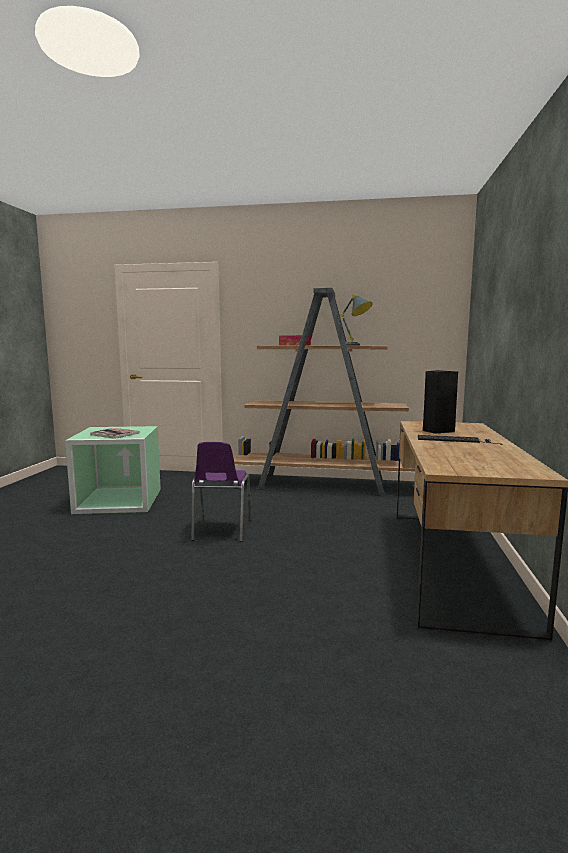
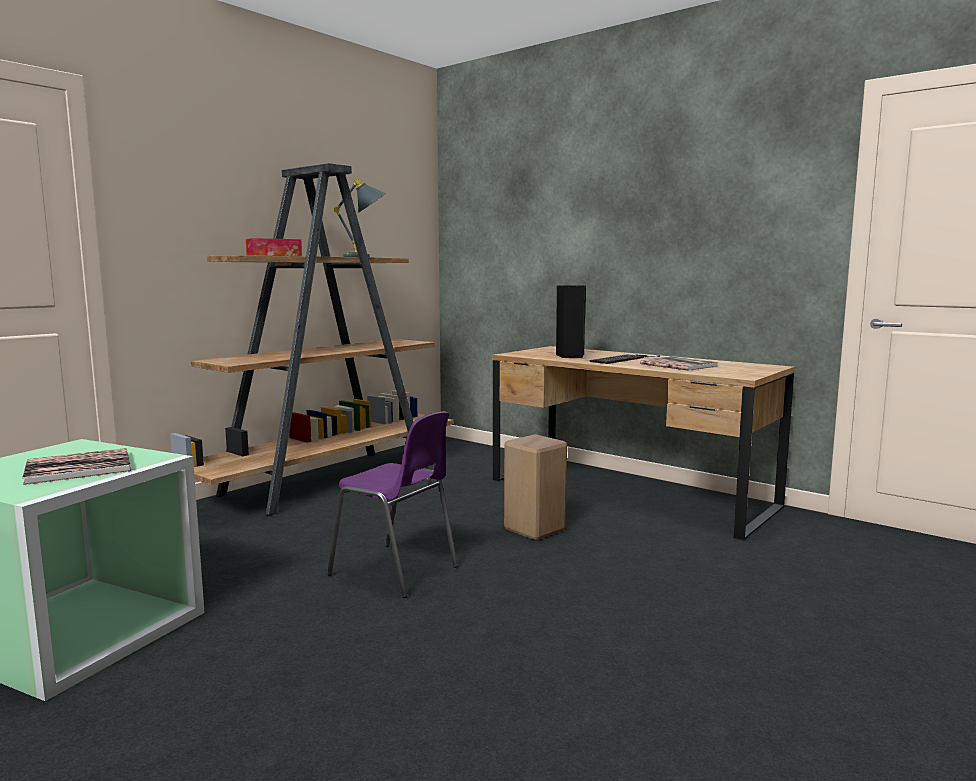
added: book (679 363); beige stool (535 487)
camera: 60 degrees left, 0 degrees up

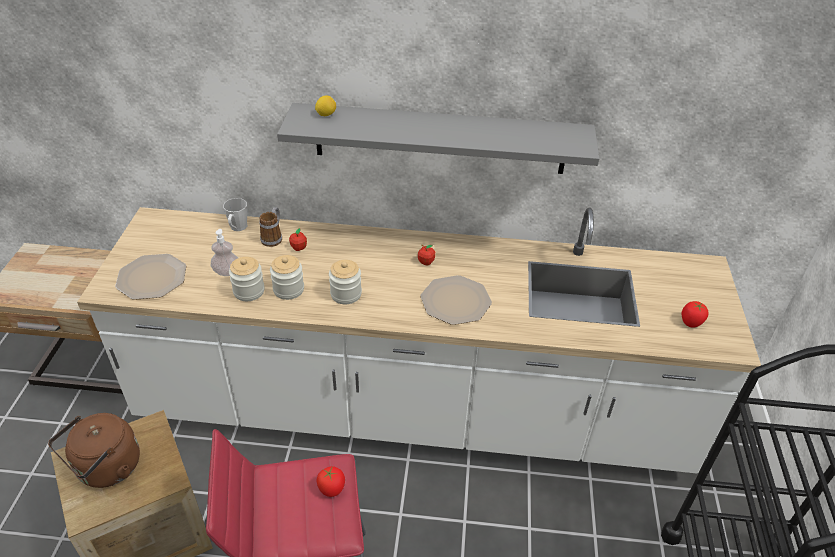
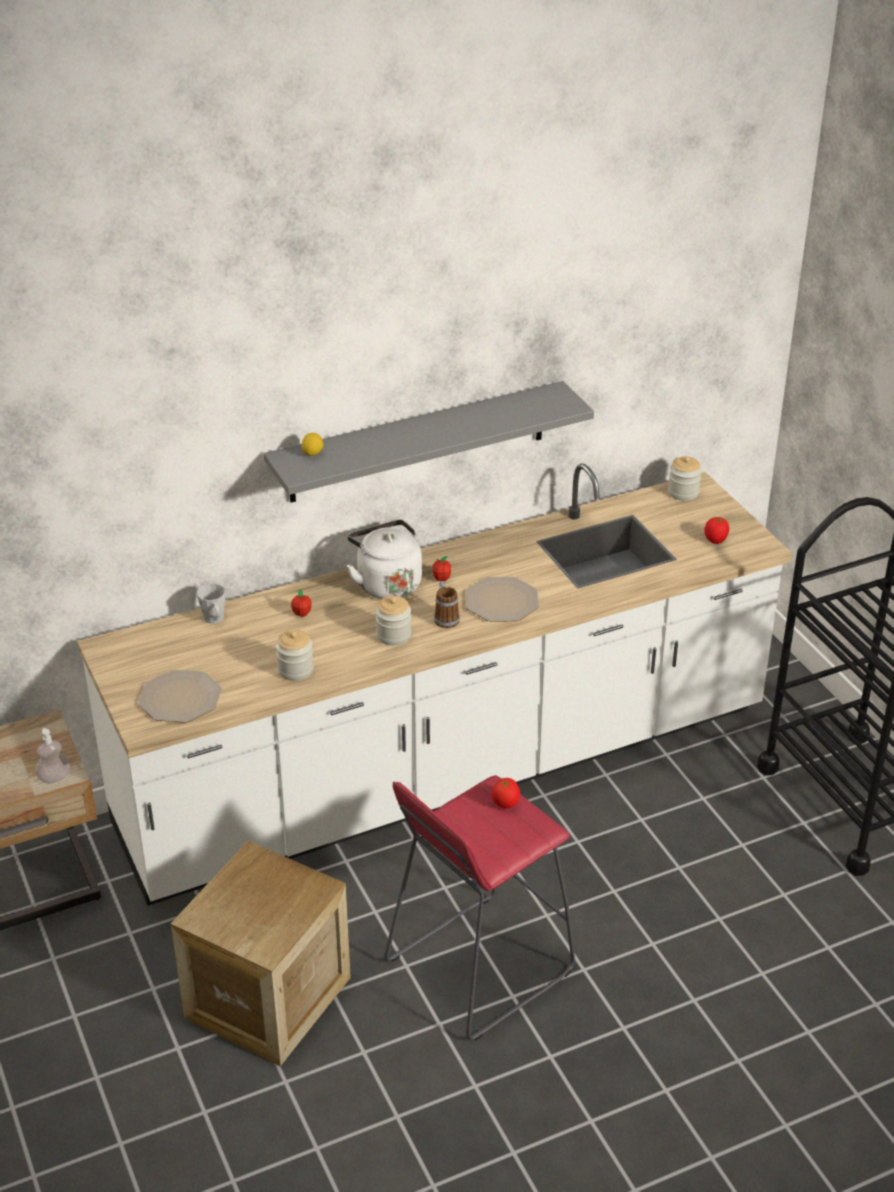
removed: brown kettle (94 450)
added: white kettle (384 559)
moved: mug (270 227) to (447 604); soap dispenser (224 252) to (52 755); jar (287 277) to (685 478)
camera: 30 degrees left, 5 degrees down

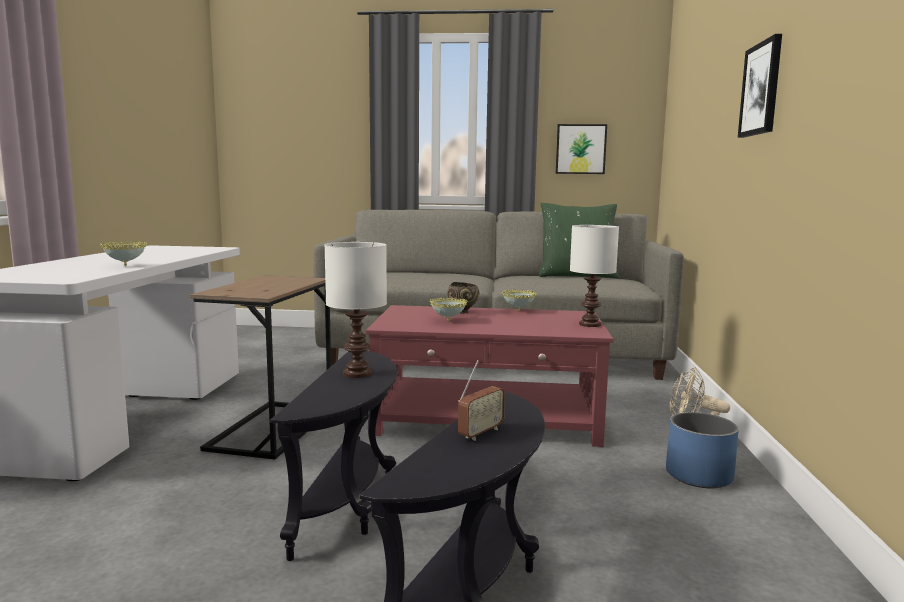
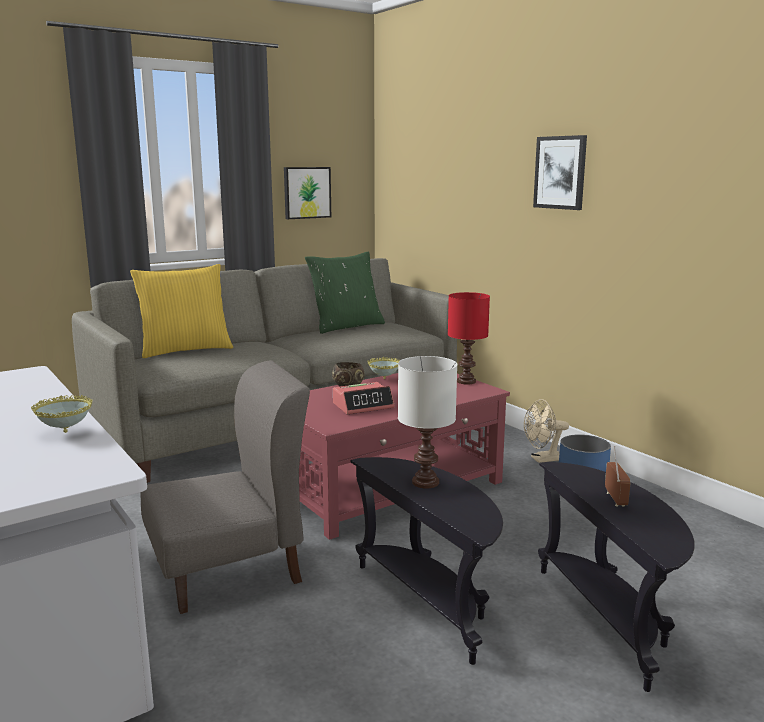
added: yellow pillow (181 311)
replaced: brown side table (260 367) to grey chair (225 487); bowl (448 309) to alarm clock (364 398)
recoloured: white table lamp (594 276) to red table lamp (469 338)
camera: 40 degrees left, 5 degrees up

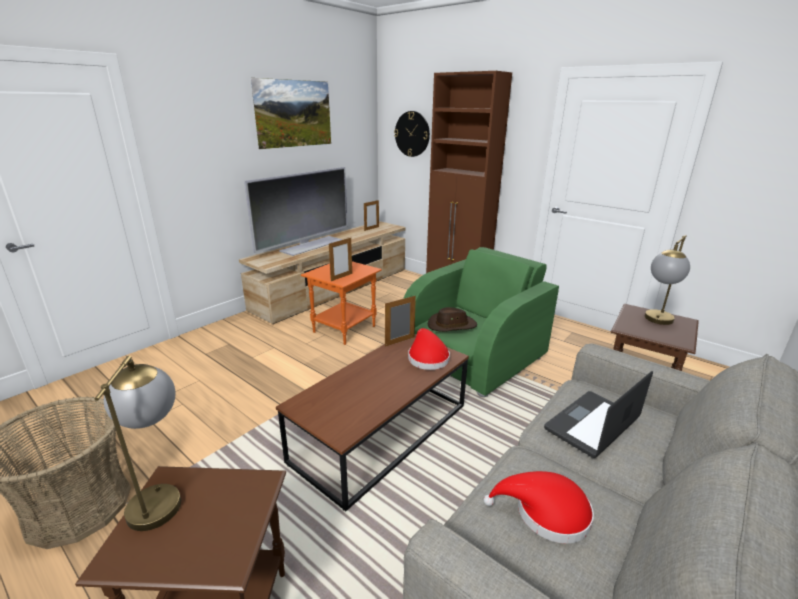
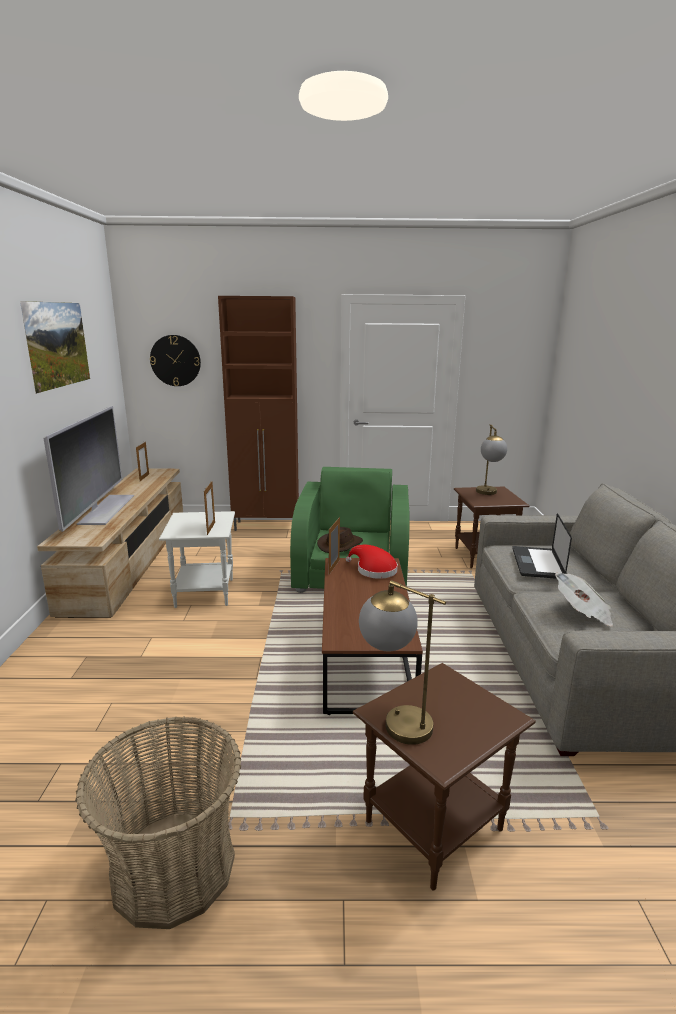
replaced: red hat (539 507) to newspaper (584 599)
recoloured: orange side table (341 303) to white side table (197 559)
camera: 40 degrees left, 5 degrees down

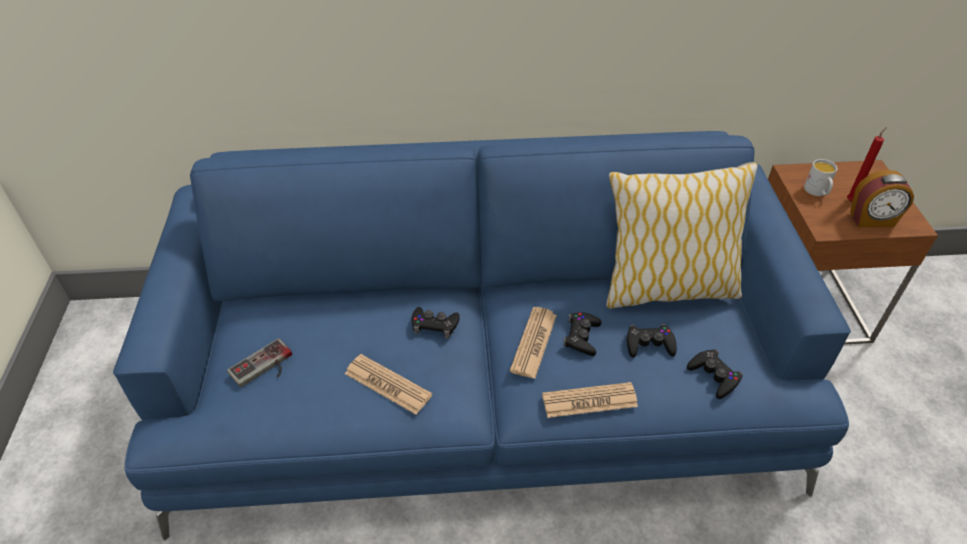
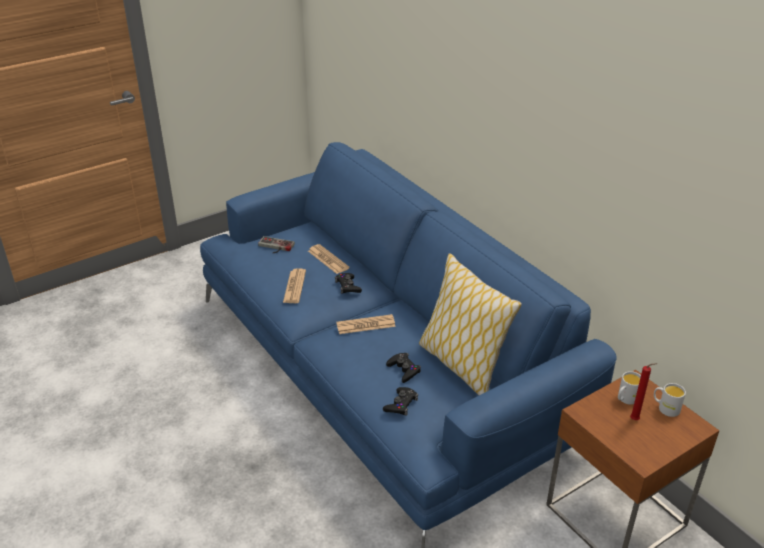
removed: alarm clock (882 199); black game controller (582 334)
added: white mug (670 400)
moved: newspaper (590 400) to (329 259)
camera: 60 degrees right, 10 degrees down

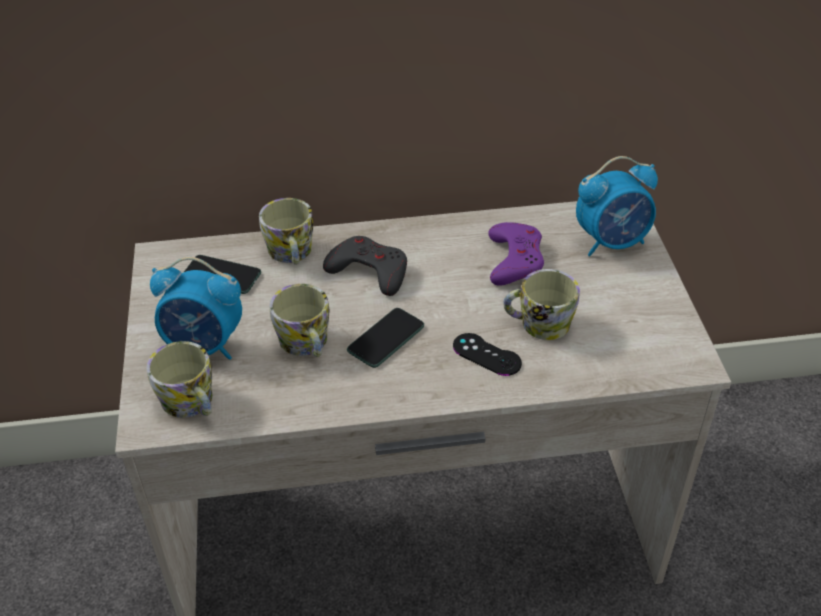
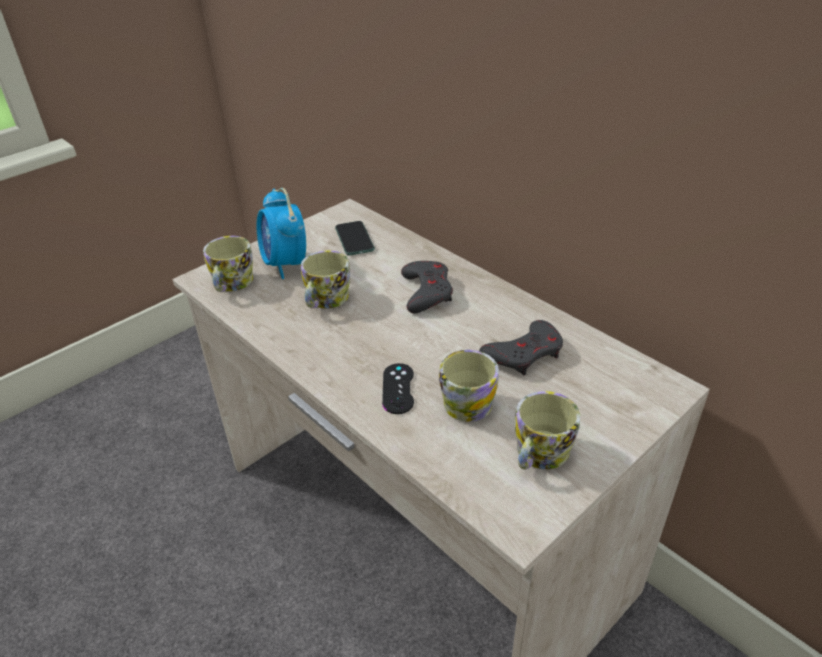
removed: alarm clock (617 206); phone (385 338)
moved: mug (286 231) to (547 430)
recoloured: purple game controller (516 254) to grey game controller (521 347)
camera: 55 degrees right, 5 degrees down

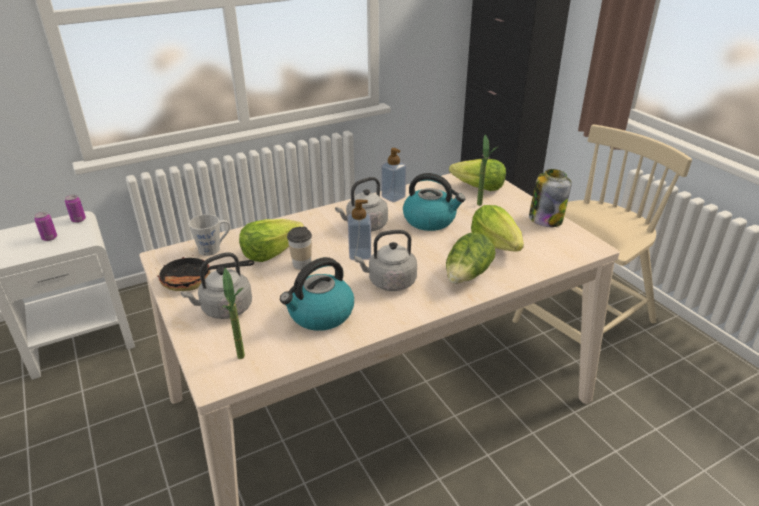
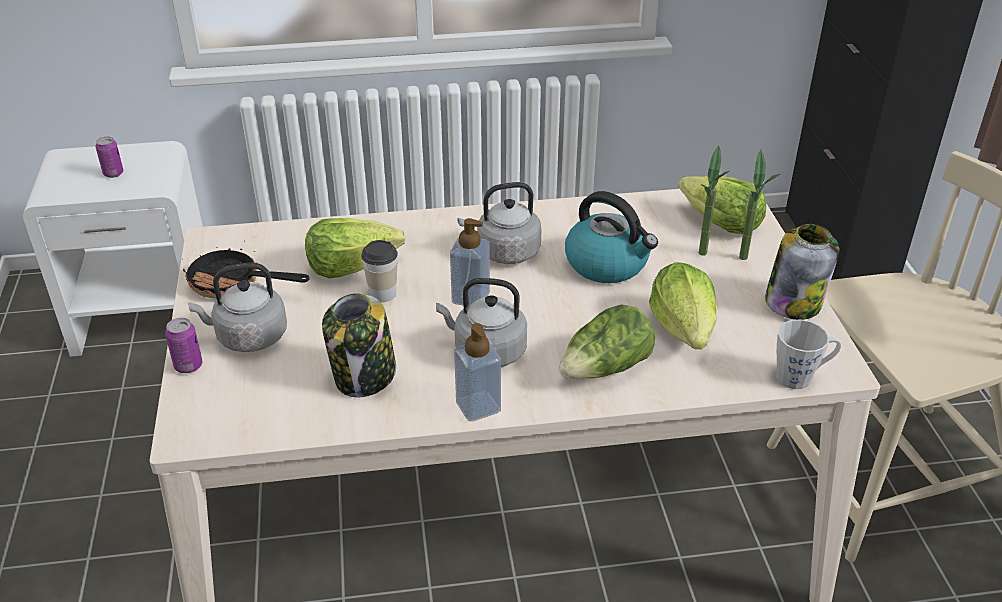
moved: soap dispenser (393 175) to (477 372); can (75 209) to (184 345); grey mug (209 235) to (808 354); potted plant (233 313) to (759 204)
replaced: kettle (317 294) to jar (359 345)
camera: 20 degrees right, 5 degrees up

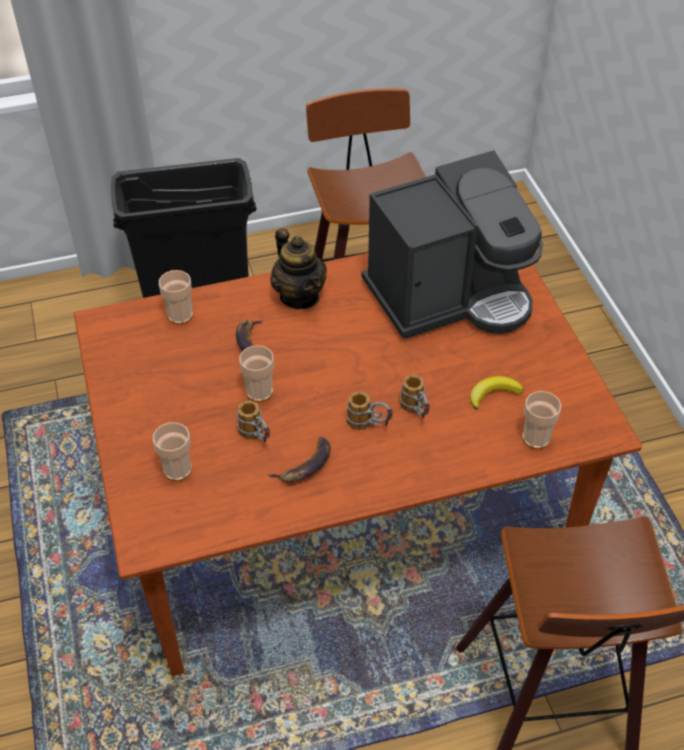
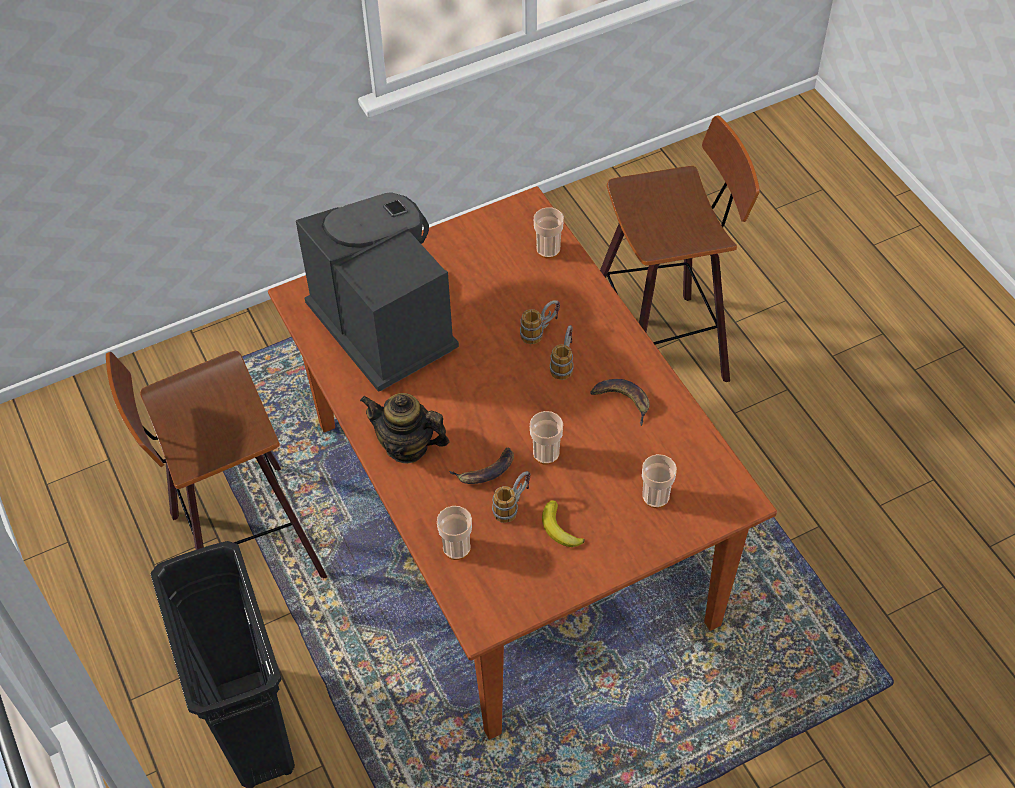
moved: banana (496 393) to (563 523); mug (253 422) to (511 497)
turned: teapot (298 268) = (405 428) 120 degrees counterclockwise
camera: 100 degrees left, 5 degrees up

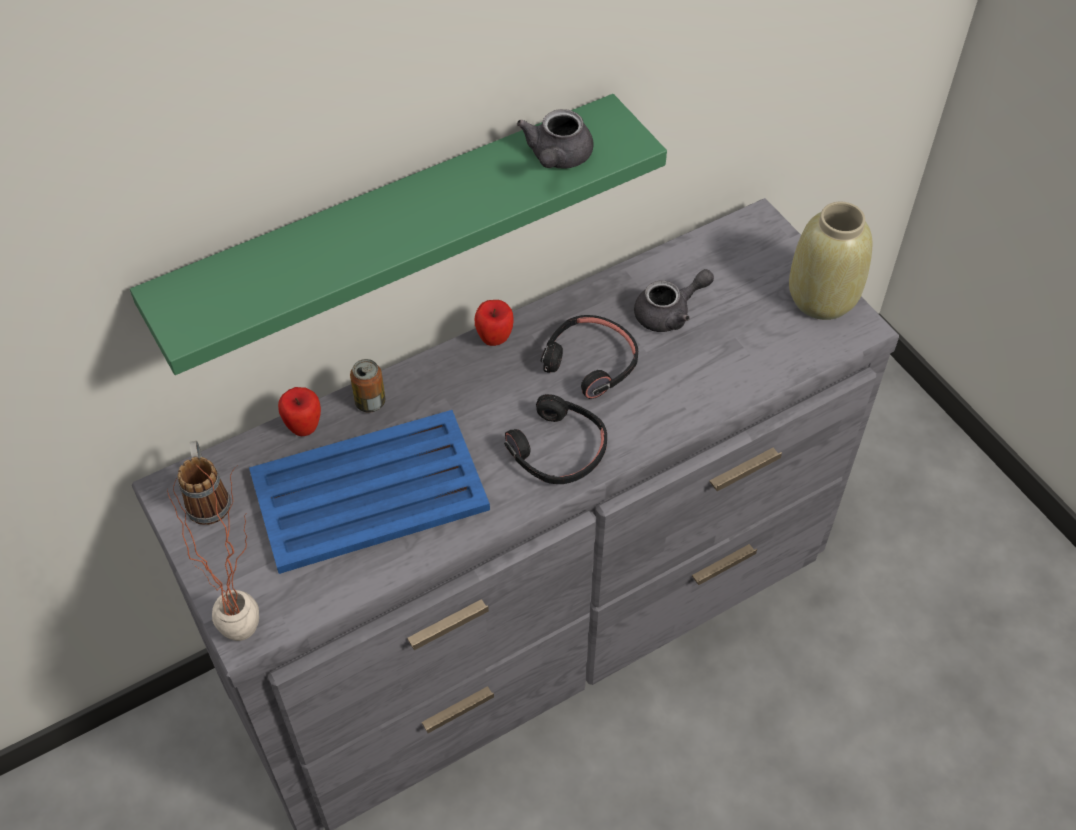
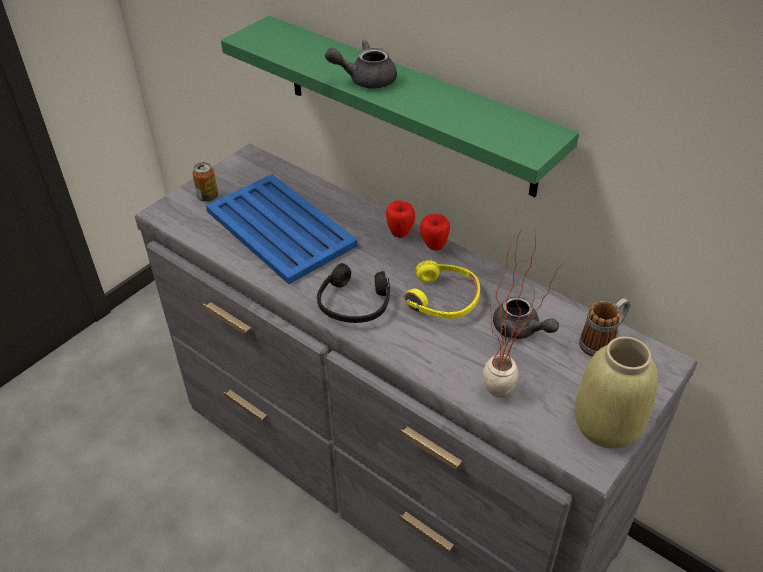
moved: grey teapot (555 139) to (361 64); can (367 386) to (205 182); apple (299 411) to (400 219); mug (204 483) to (604 327); potted plant (213 552) to (523 313)
recoloured: black headphones (589 357) to yellow headphones (442 289)
camera: 70 degrees right, 10 degrees down

